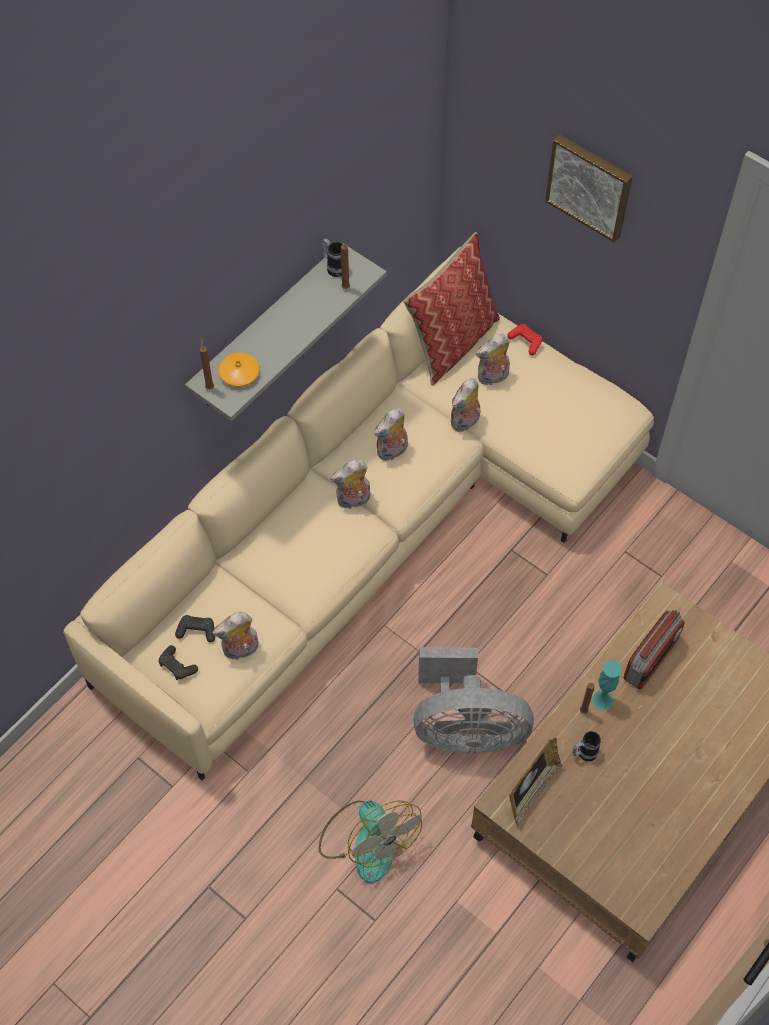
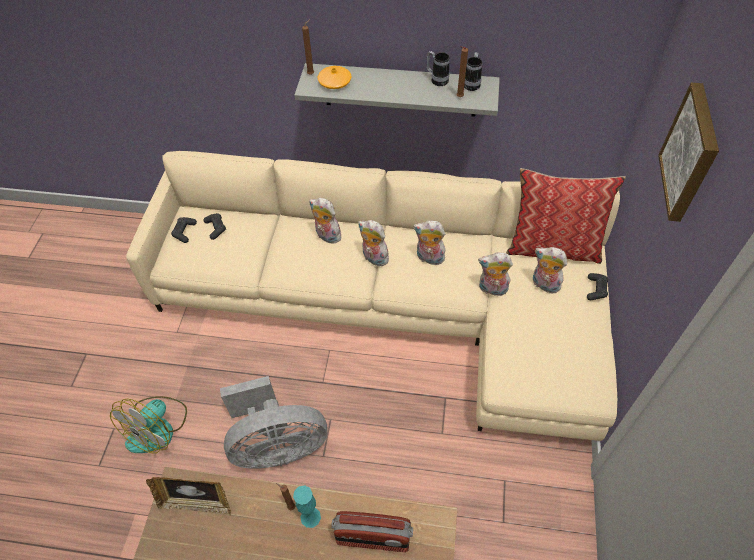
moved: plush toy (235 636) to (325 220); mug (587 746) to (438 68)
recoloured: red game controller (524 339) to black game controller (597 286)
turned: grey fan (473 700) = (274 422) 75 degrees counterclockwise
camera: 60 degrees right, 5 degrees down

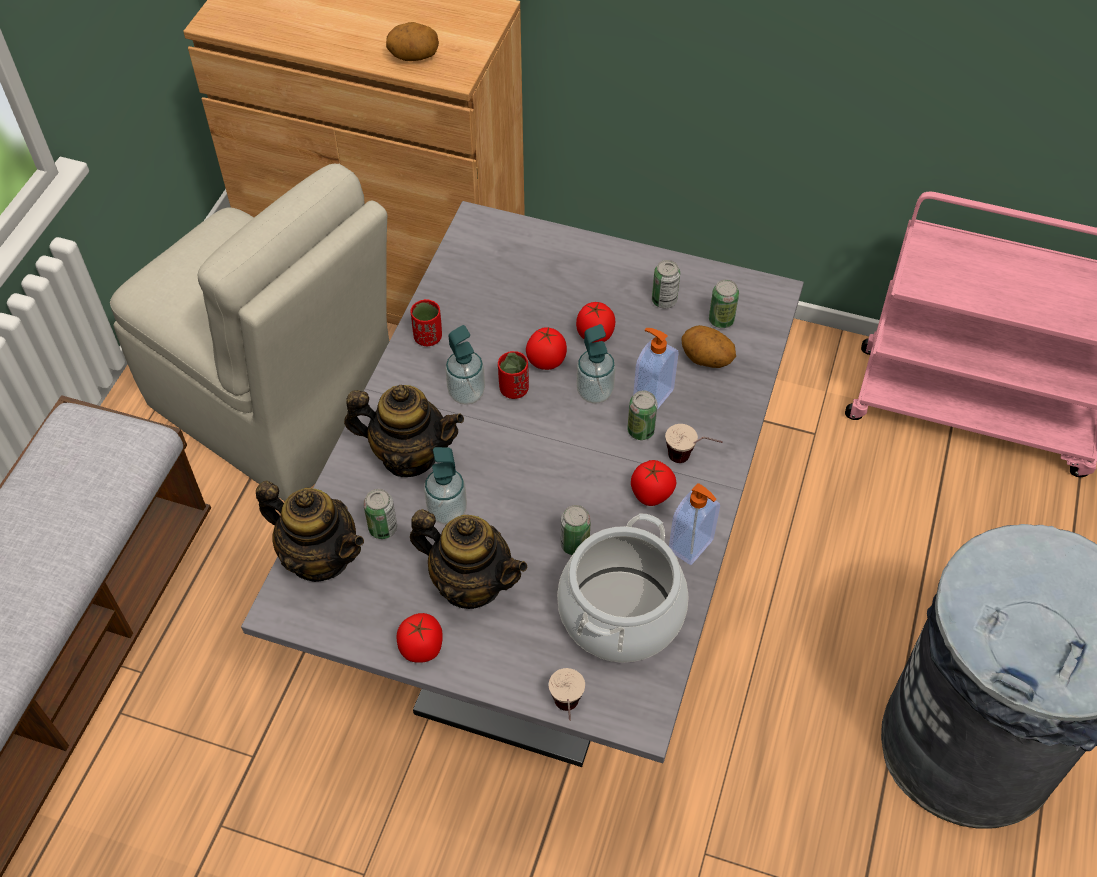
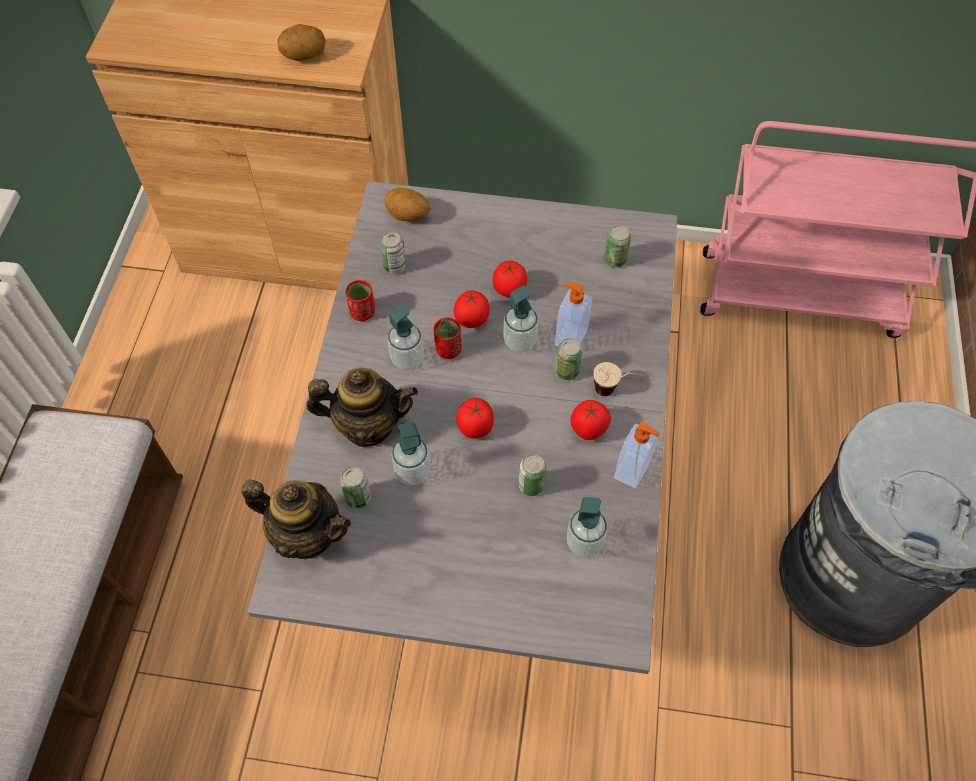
removed: beige chair (249 332); teapot (468 559); cup (567 694)
moved: can (666 284) to (393 253); potato (708 346) to (407 204); tomato (419 638) to (475 418)
replaced: cooking pot (622 588) to soap dispenser (587 527)
camera: 10 degrees left, 5 degrees up

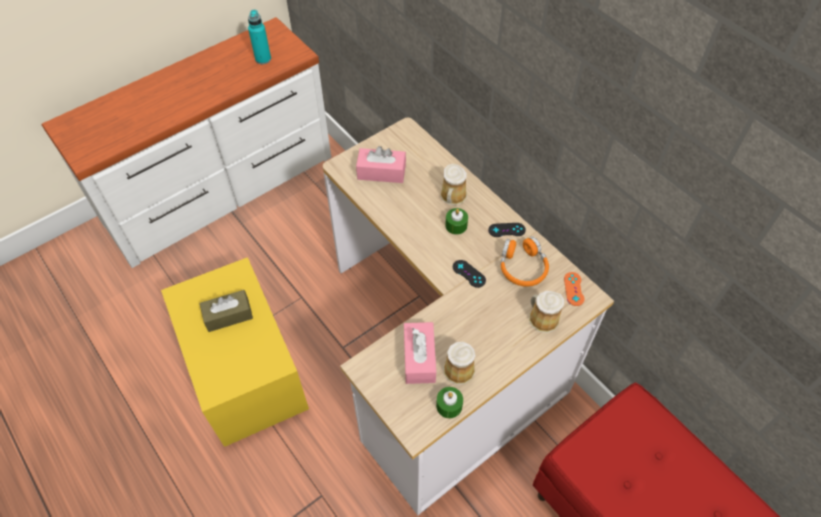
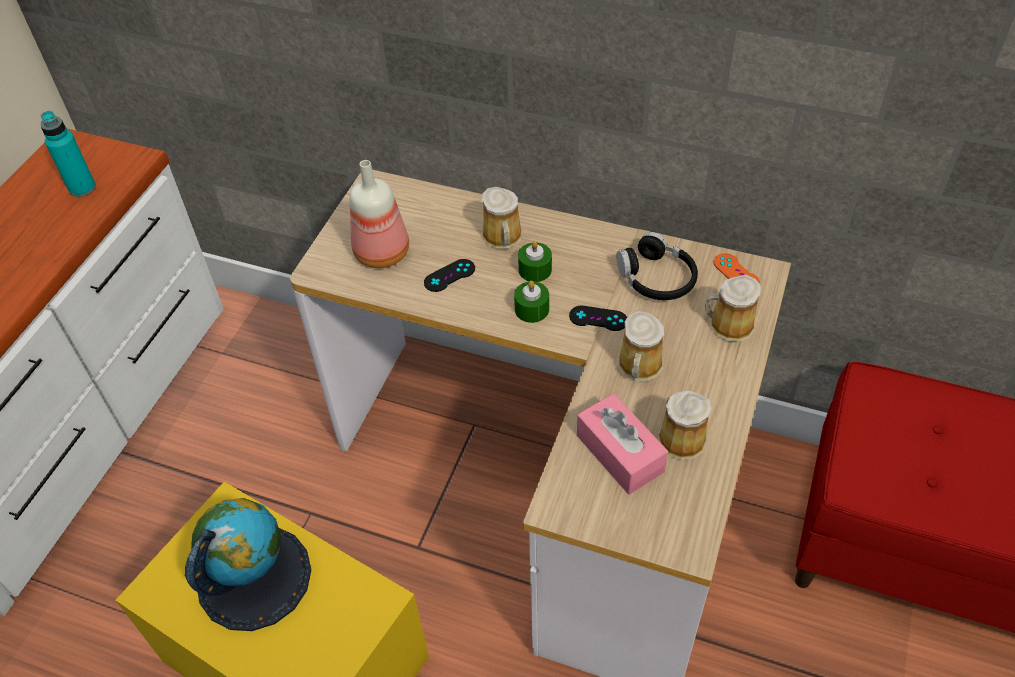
added: mug (641 346)
moved: black game controller (507 230) to (449 275); green candle (449 402) to (531 302)
replaced: pink tissue box (381 164) to bottle (379 214); brown tissue box (226 311) to globe (248 564)
recoloured: orange headphones (525 261) to black headphones (657 266)
camera: 30 degrees left, 5 degrees down

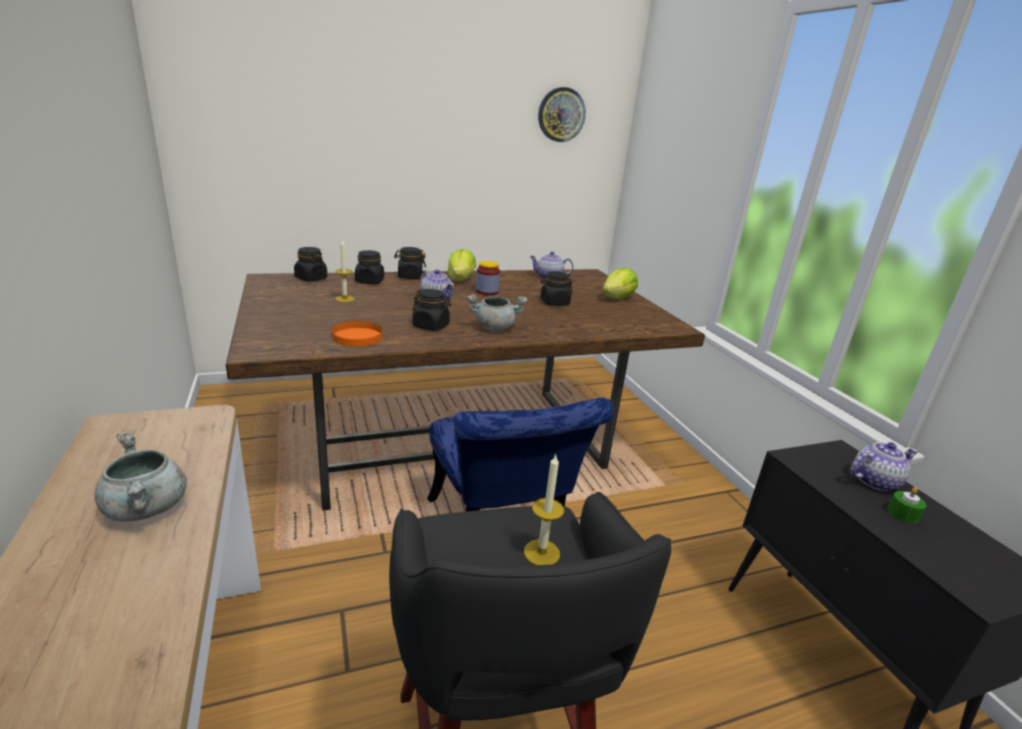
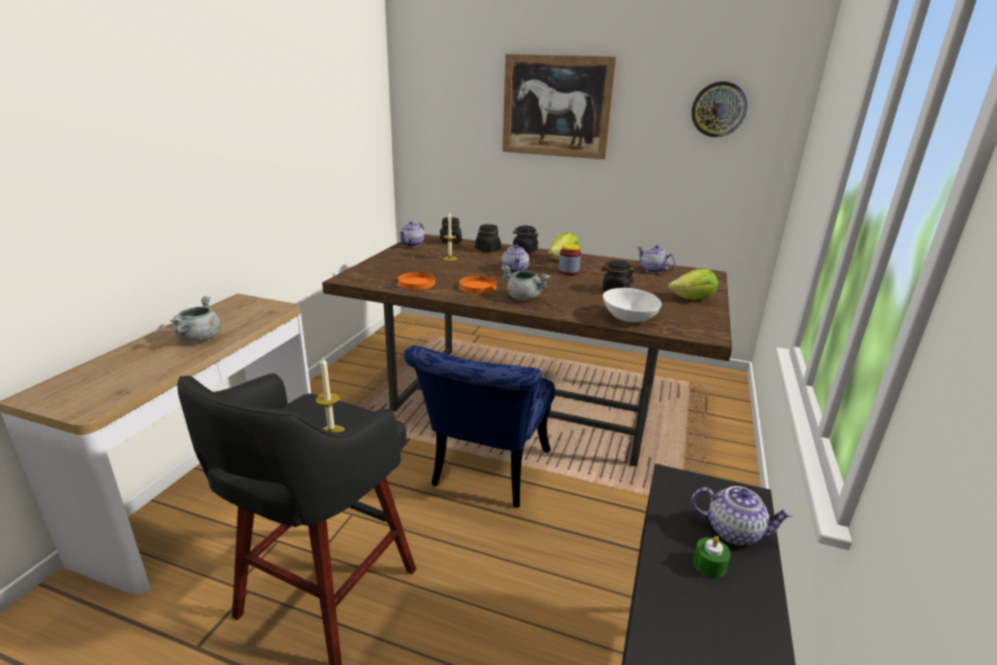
added: picture (559 106); teapot (411 234); white bowl (632 305)
replaced: black jar (432 310) to orange plate (478 285)
camera: 40 degrees right, 0 degrees up

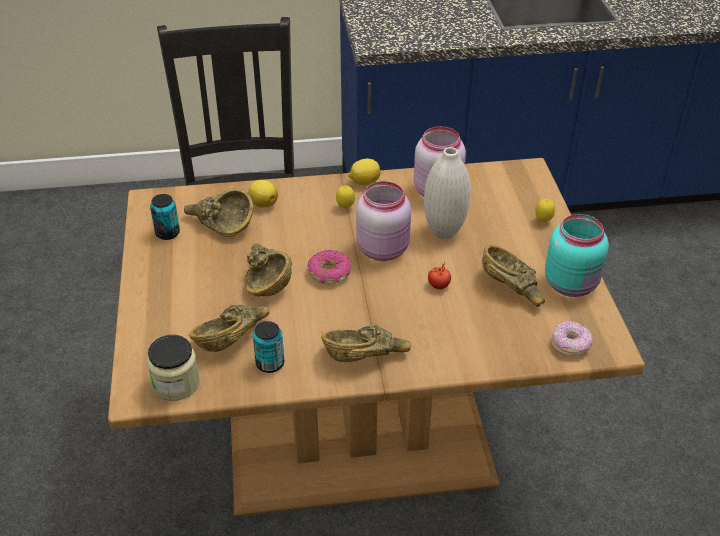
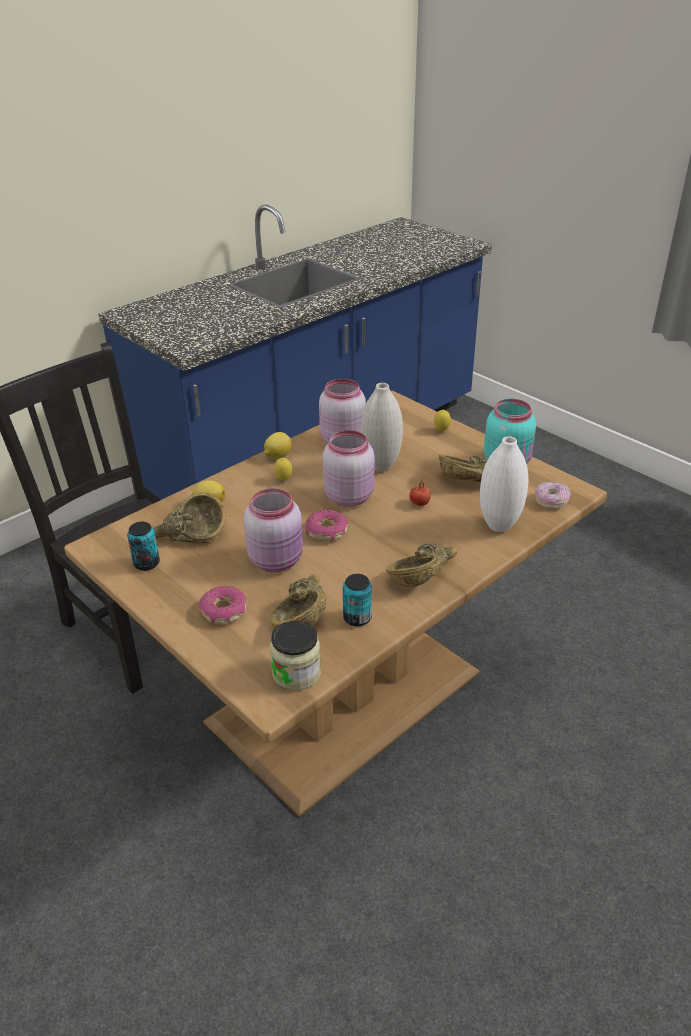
added: white vase (504 484); donut (223 605)
replaced: brown bowl (268 270) to pink jar (273 530)
camera: 35 degrees left, 5 degrees down

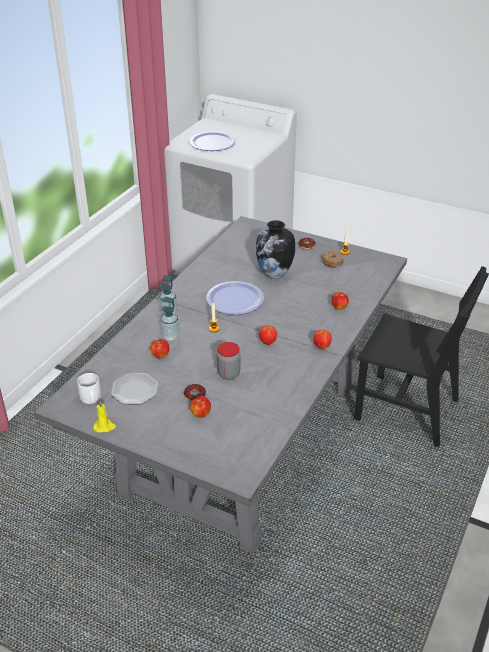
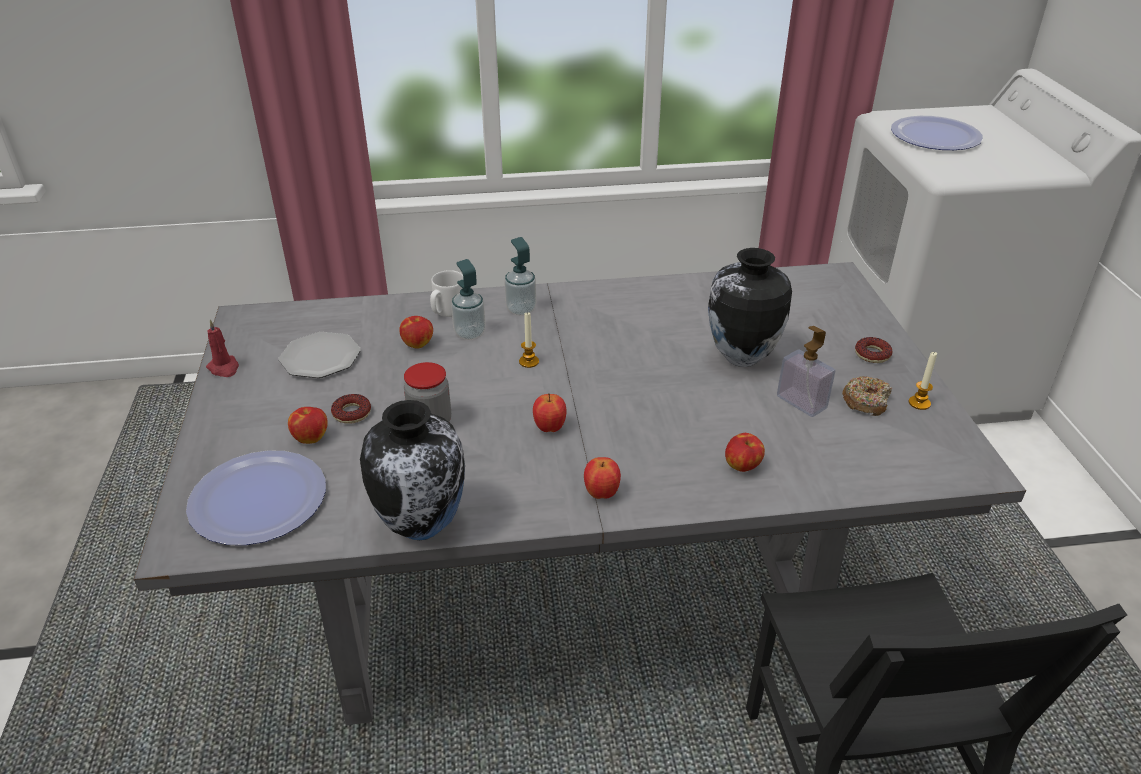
added: soap dispenser (806 371); vase (412 470)
moved: plate (235 298) to (256 497); white mug (89 388) to (446 293)
recoloured: yellow candle (104 417) to red candle (222 348)
camera: 55 degrees right, 0 degrees up

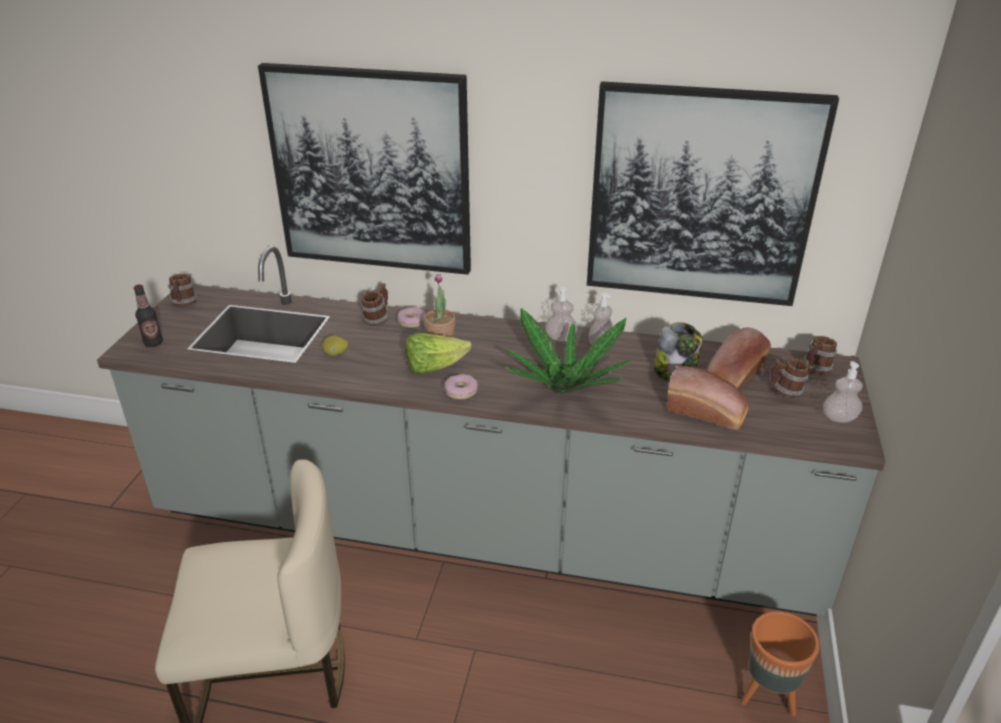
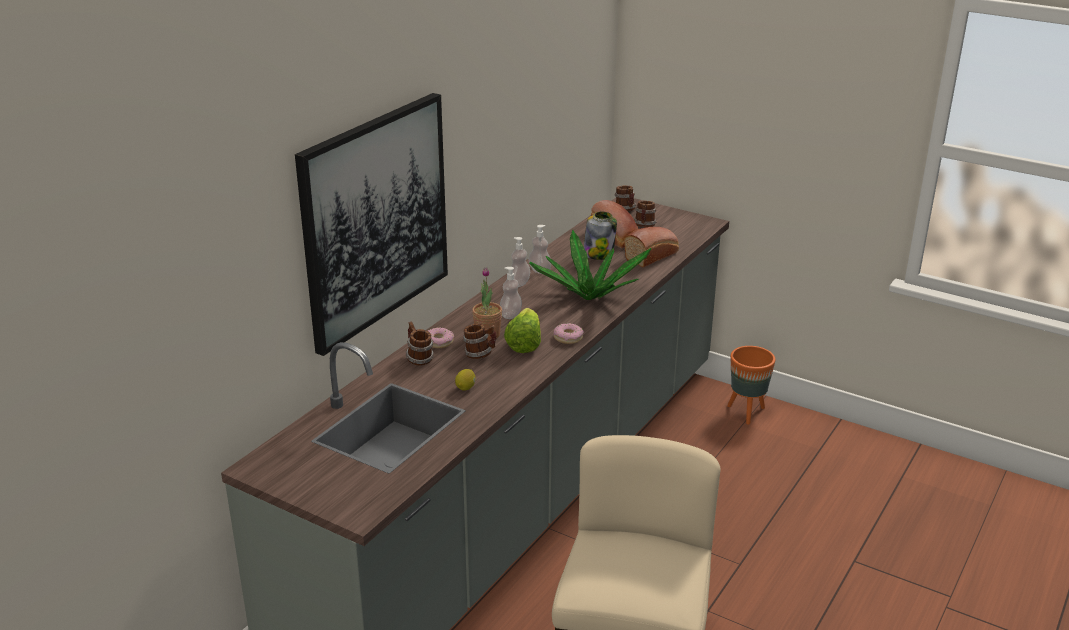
removed: picture (713 193); bottle (148 315)
moved: mug (182 290) to (480 341); soap dispenser (843 392) to (511 293)
camera: 70 degrees left, 5 degrees down

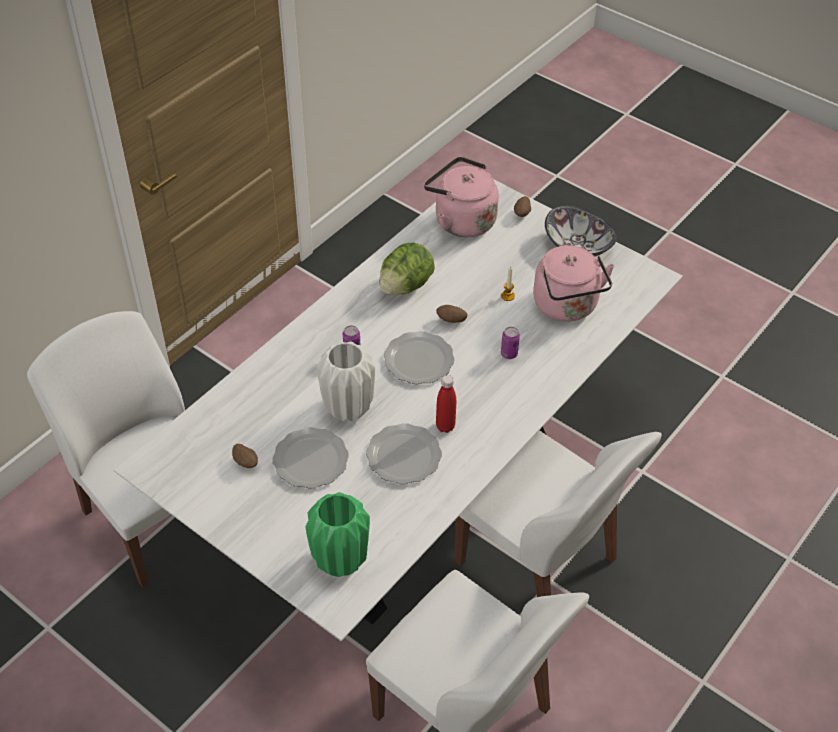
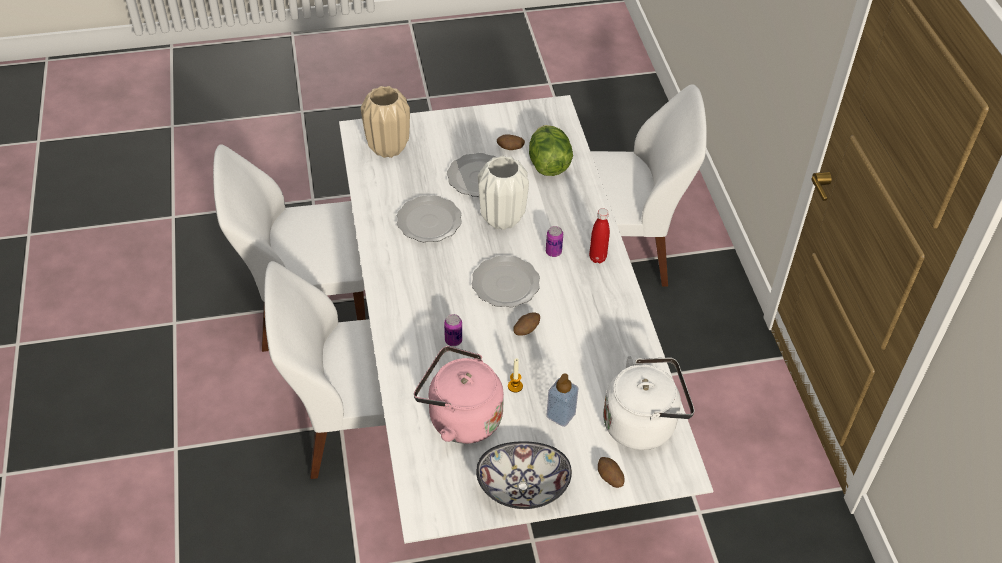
added: soap dispenser (562 400)
moved: lettuce (407 269) to (551 150); red bottle (446 404) to (599 235)
recoloured: pink kettle (461 197) to white kettle (648 403); green vase (338 534) to beige vase (385 122)
camera: 130 degrees right, 0 degrees up

